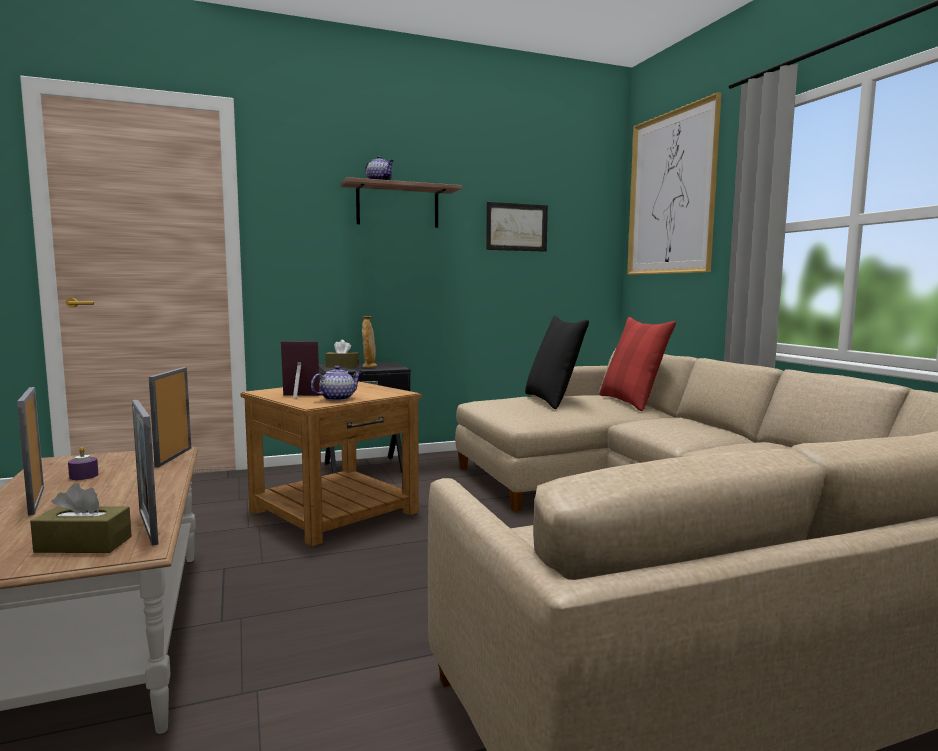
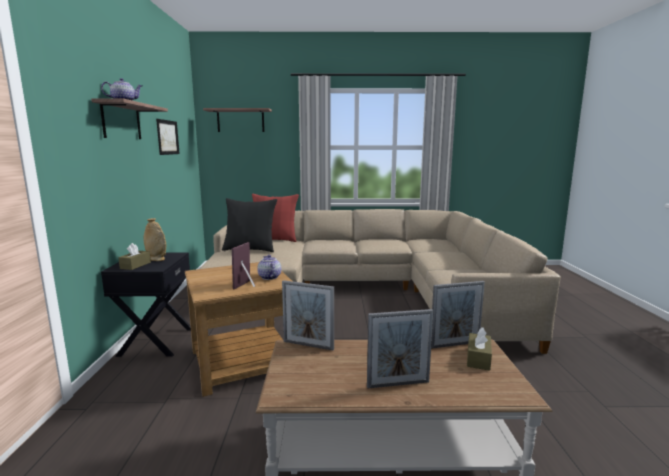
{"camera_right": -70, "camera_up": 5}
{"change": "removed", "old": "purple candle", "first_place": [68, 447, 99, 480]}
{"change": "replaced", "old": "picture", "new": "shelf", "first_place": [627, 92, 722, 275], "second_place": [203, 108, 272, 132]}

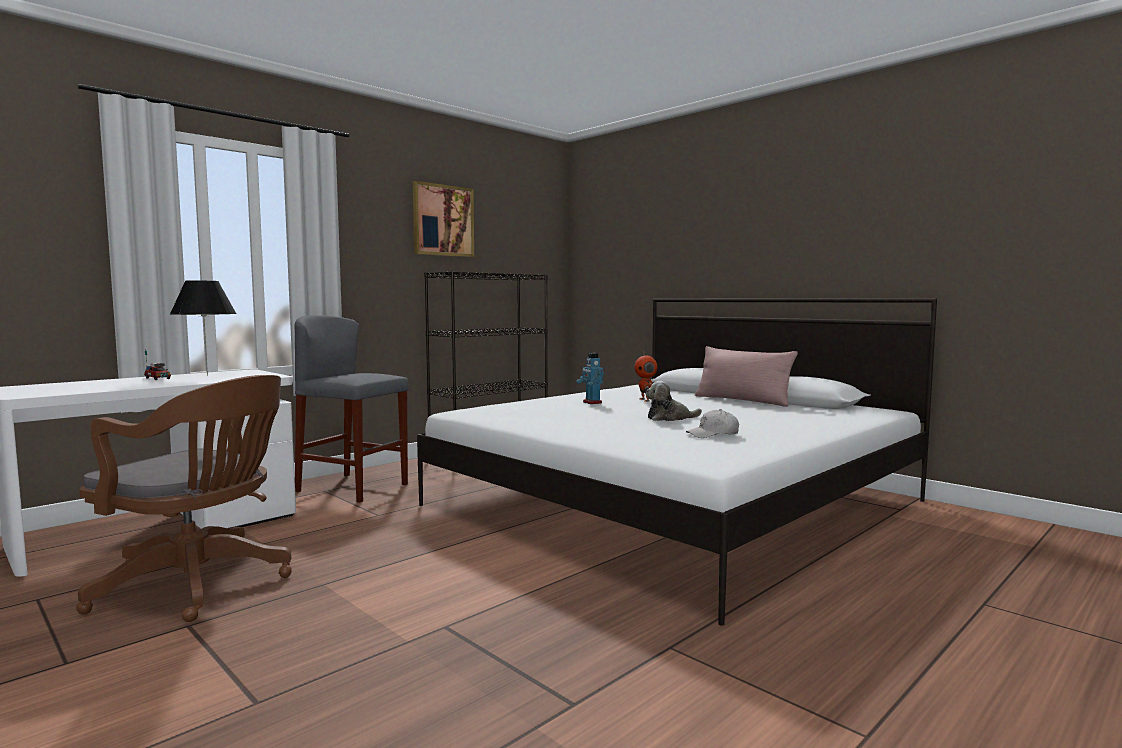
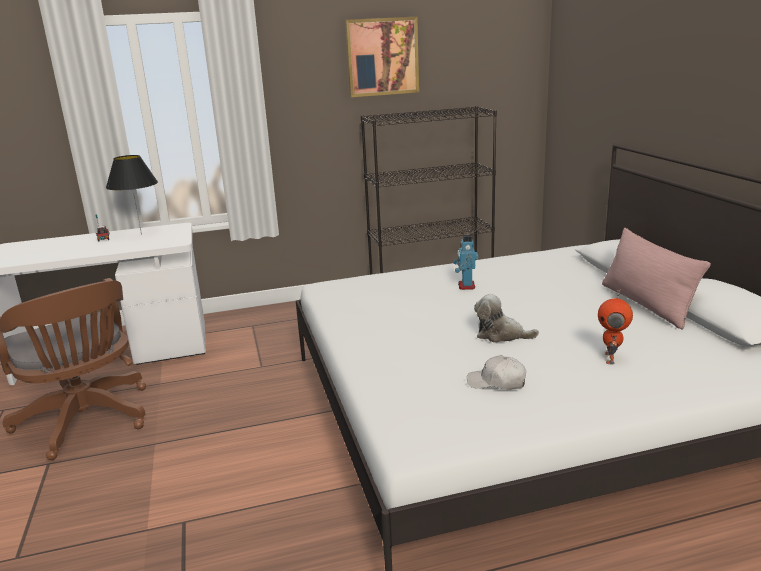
{"camera_right": 30, "camera_up": 15}
{"change": "removed", "old": "grey stool", "first_place": [295, 315, 408, 503]}
{"change": "moved", "old": "toy robot", "first_place": [634, 351, 657, 402], "second_place": [598, 289, 633, 365]}

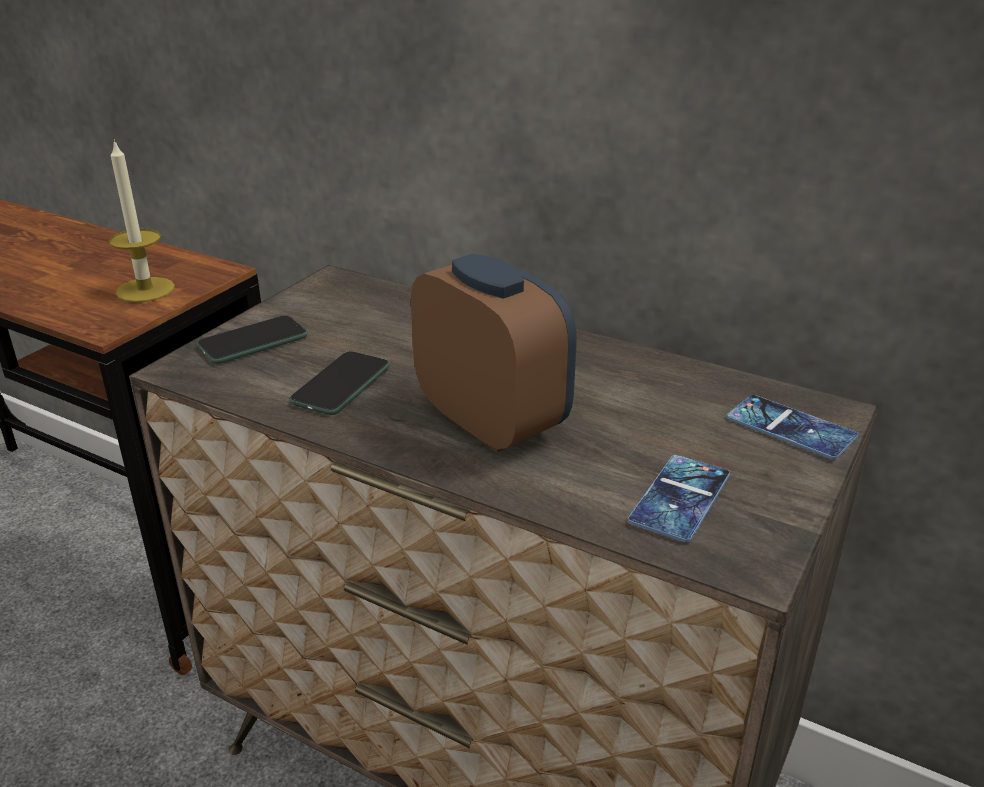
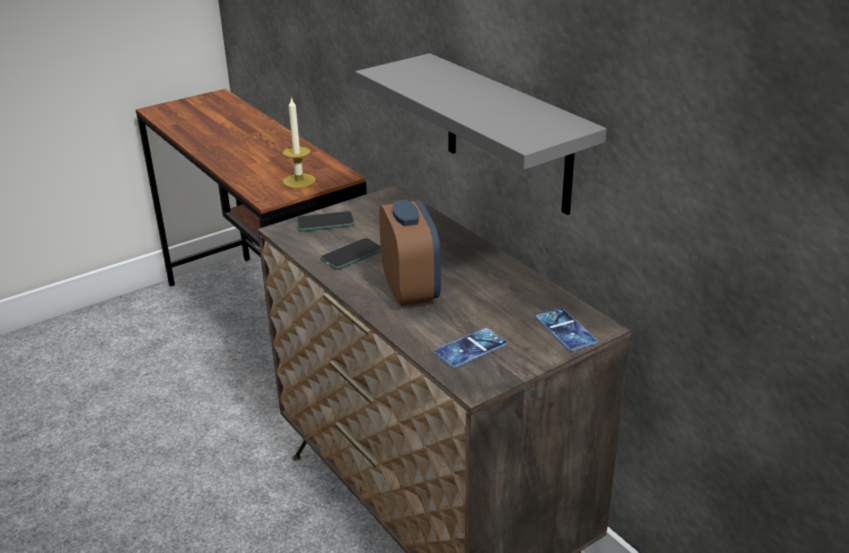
{"camera_right": 25, "camera_up": 0}
{"change": "added", "new": "grey shelf", "second_place": [356, 53, 607, 215]}

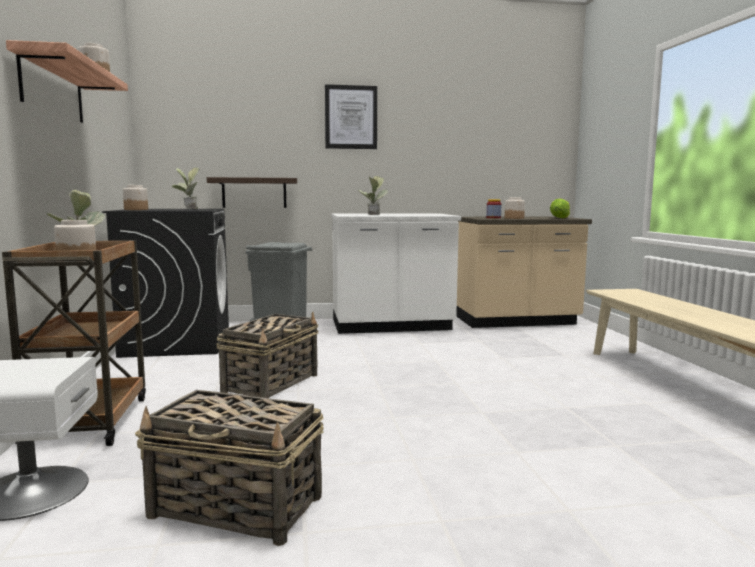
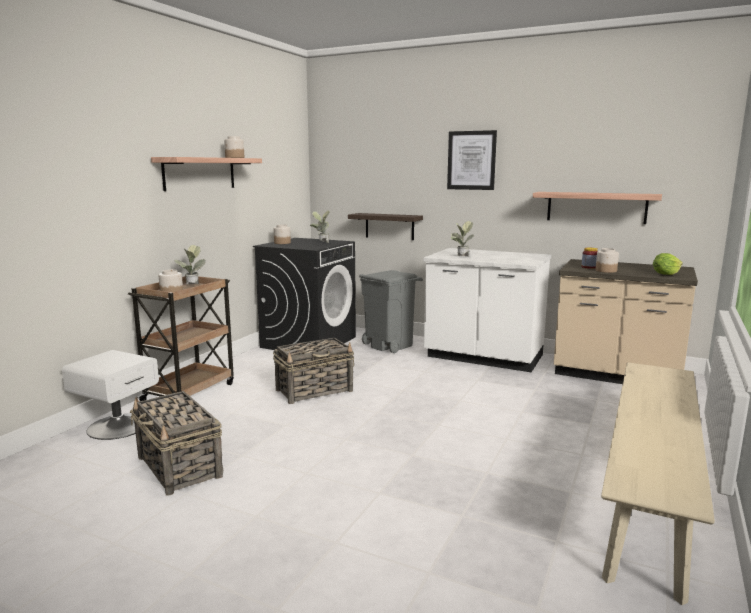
{"camera_right": 35, "camera_up": 5}
{"change": "added", "new": "shelf", "second_place": [533, 192, 662, 224]}

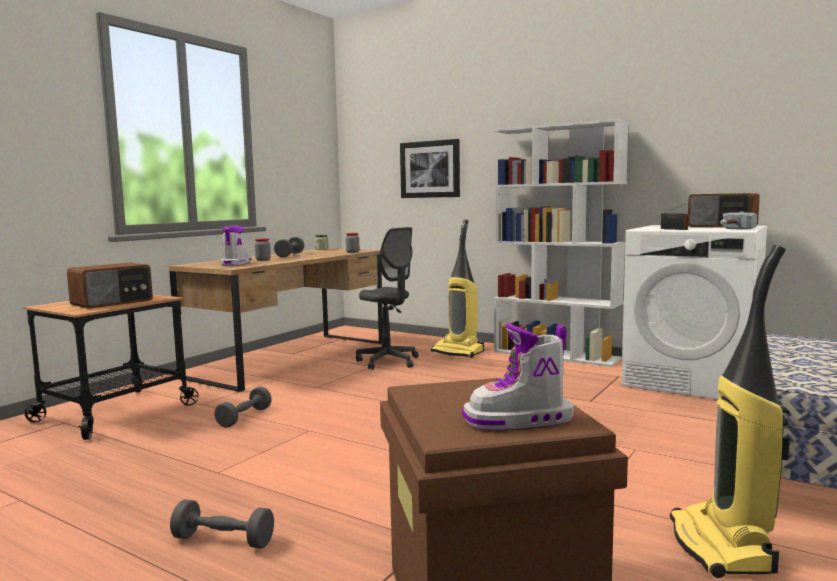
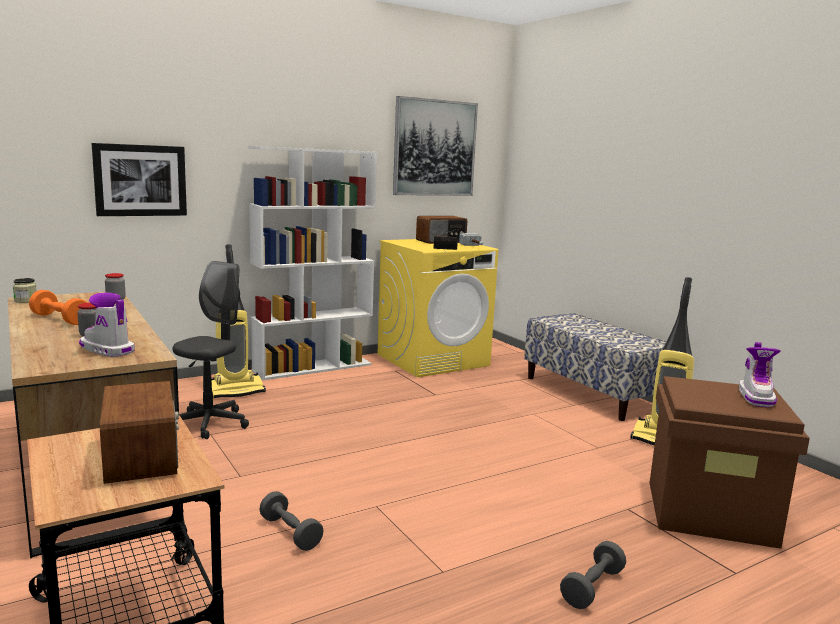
{"camera_right": -65, "camera_up": 5}
{"change": "recoloured", "old": "grey dumbbell", "new": "orange dumbbell", "first_place": [274, 237, 304, 257], "second_place": [29, 290, 87, 325]}
{"change": "turned", "old": "grey office chair", "first_place": [356, 227, 419, 370], "second_place": [173, 261, 249, 439], "degrees": -45}
{"change": "recoloured", "old": "white washing machine", "new": "yellow washing machine", "first_place": [621, 225, 767, 400], "second_place": [377, 239, 498, 377]}
{"change": "added", "new": "picture", "second_place": [393, 96, 478, 196]}

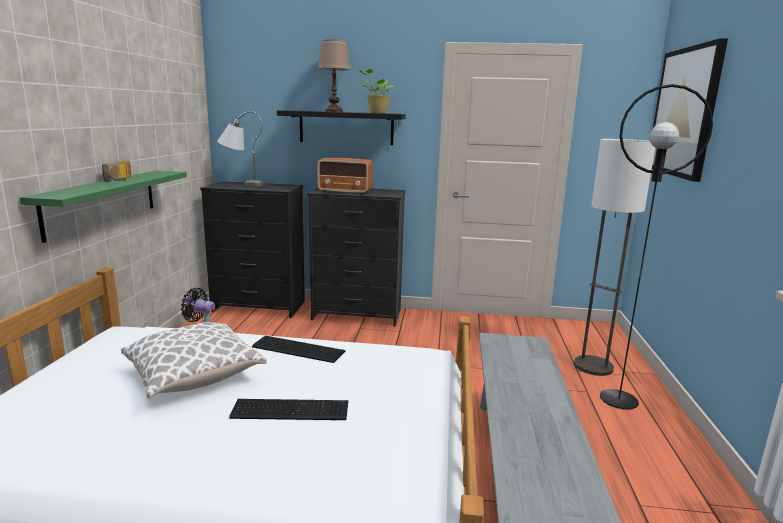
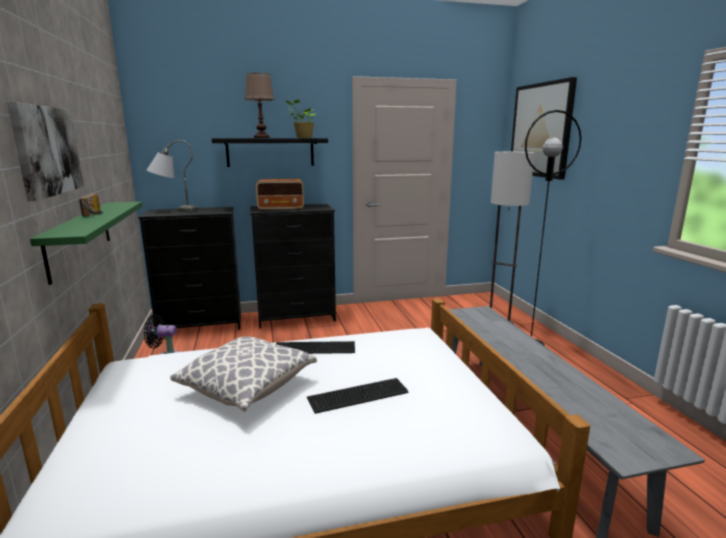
{"camera_right": -20, "camera_up": 0}
{"change": "added", "new": "picture", "second_place": [7, 102, 84, 201]}

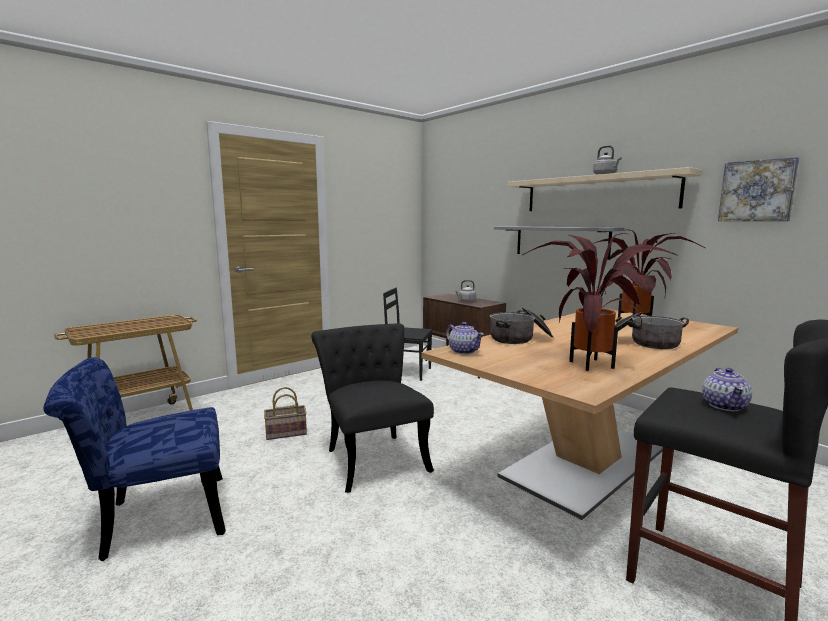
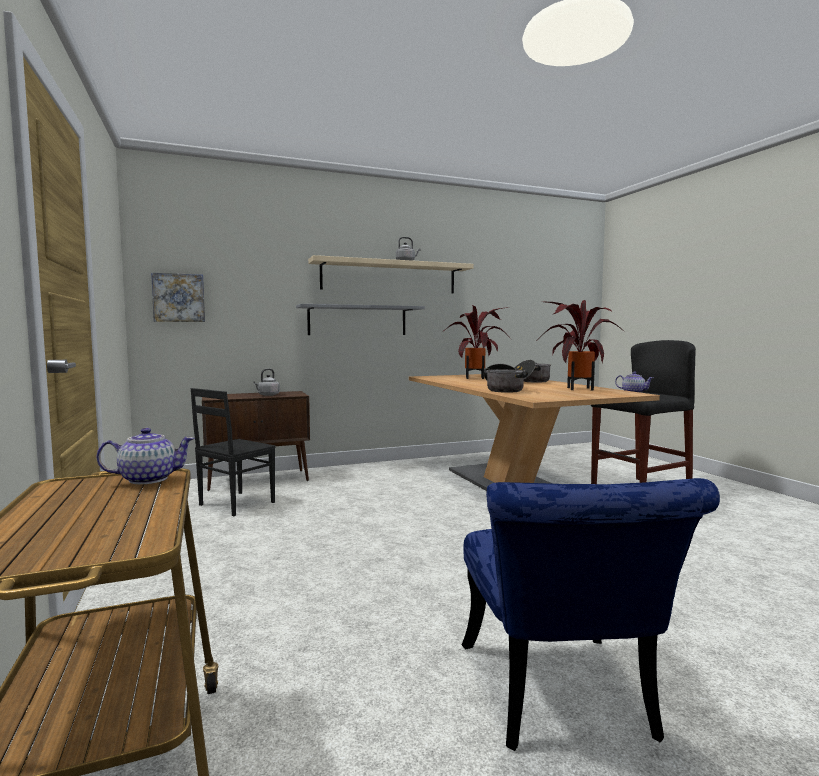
{"camera_right": -70, "camera_up": -5}
{"change": "removed", "old": "basket", "first_place": [264, 387, 307, 440]}
{"change": "removed", "old": "black chair", "first_place": [311, 323, 434, 493]}
{"change": "moved", "old": "teapot", "first_place": [446, 322, 484, 354], "second_place": [96, 428, 195, 484]}
{"change": "moved", "old": "picture", "first_place": [718, 157, 799, 221], "second_place": [151, 273, 205, 322]}

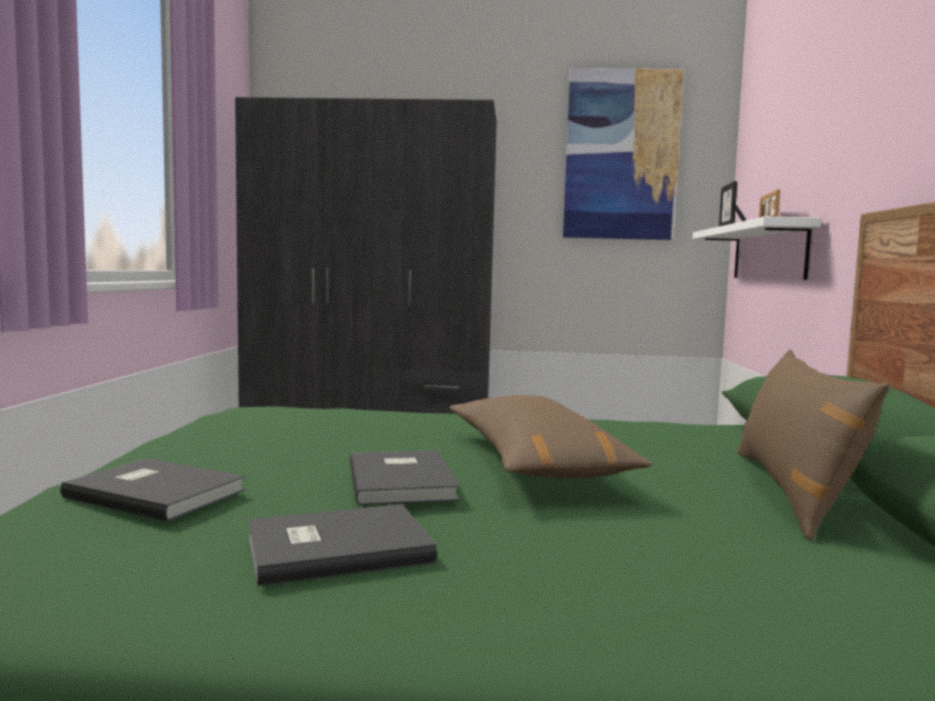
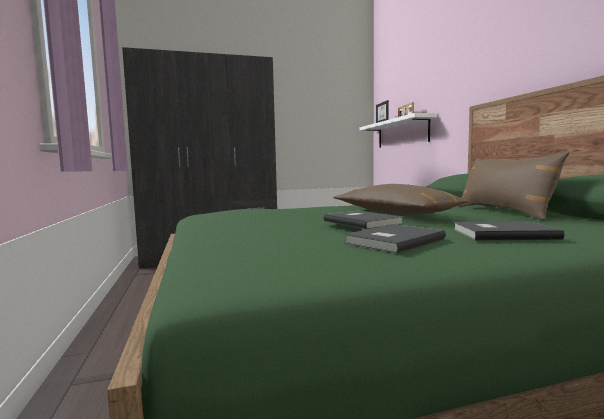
{"camera_right": -20, "camera_up": 0}
{"change": "moved", "old": "grey book", "first_place": [60, 458, 246, 521], "second_place": [453, 221, 564, 240]}
{"change": "removed", "old": "picture", "first_place": [563, 68, 684, 240]}

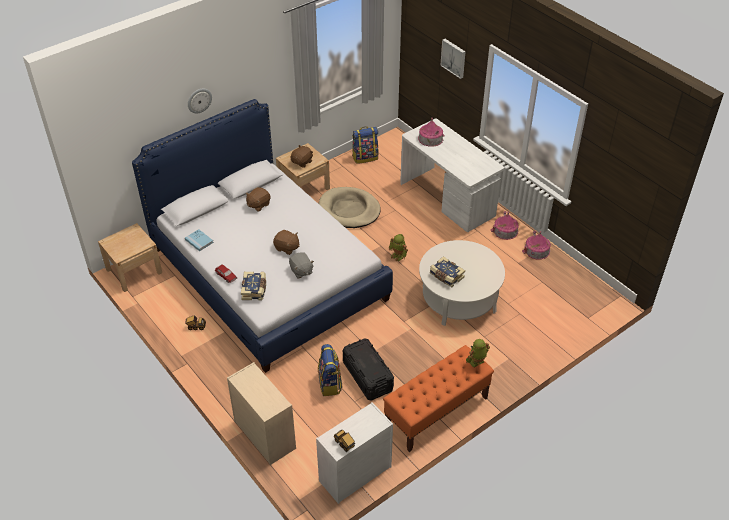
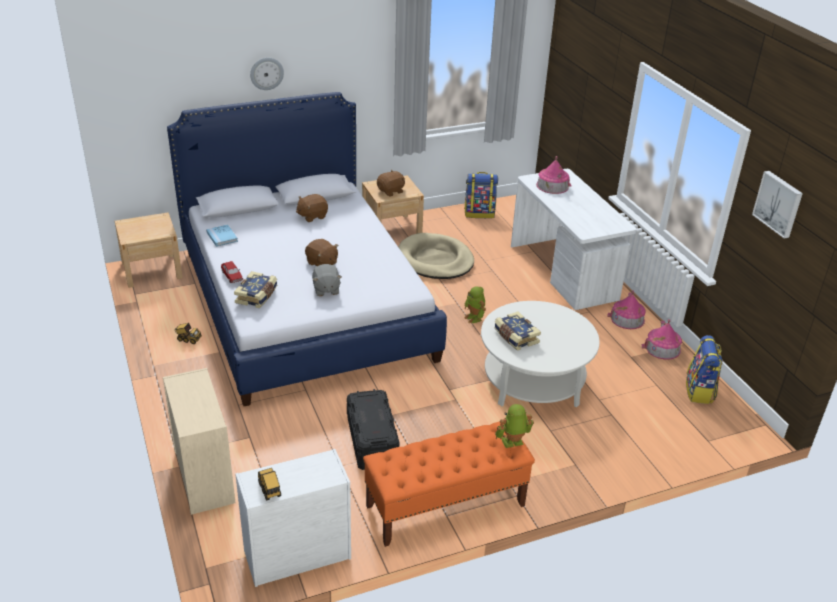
{"camera_right": 15, "camera_up": -10}
{"change": "moved", "old": "backpack", "first_place": [318, 344, 343, 396], "second_place": [686, 335, 723, 404]}
{"change": "moved", "old": "picture", "first_place": [440, 39, 466, 79], "second_place": [752, 171, 803, 239]}

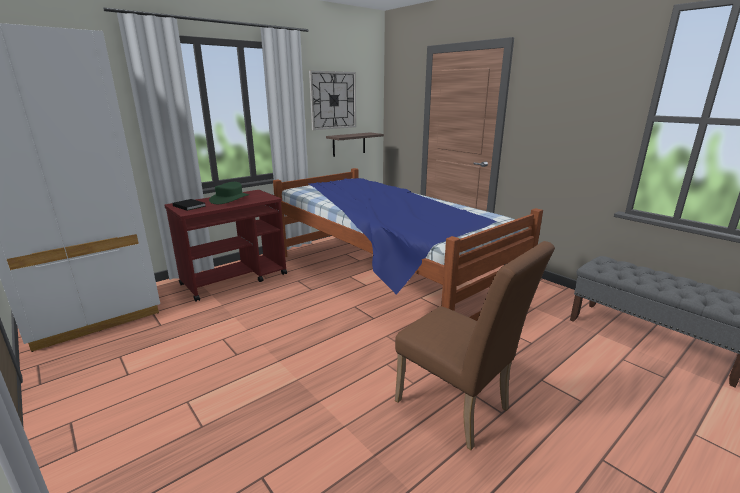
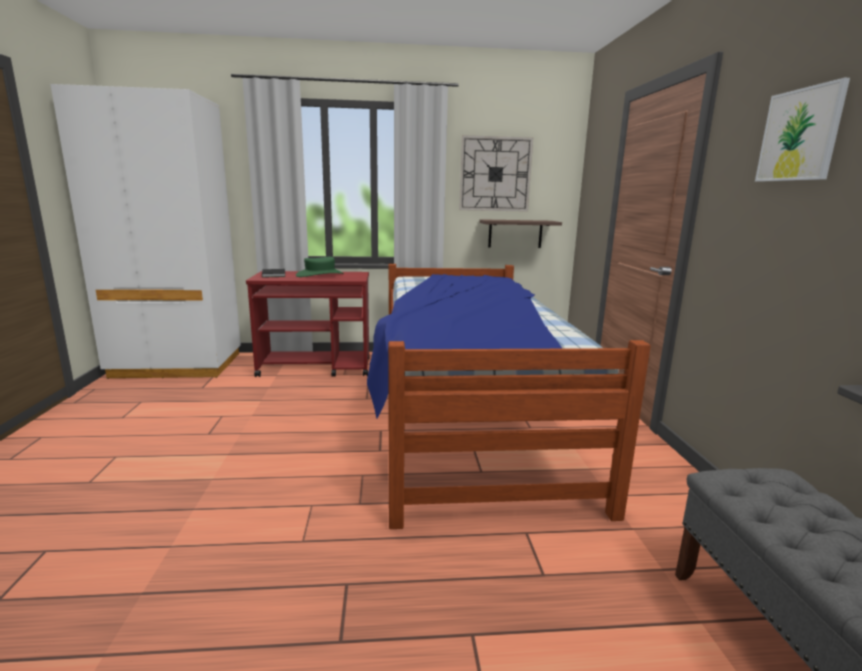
{"camera_right": 35, "camera_up": -5}
{"change": "removed", "old": "brown chair", "first_place": [395, 241, 555, 450]}
{"change": "added", "new": "picture", "second_place": [755, 78, 850, 182]}

